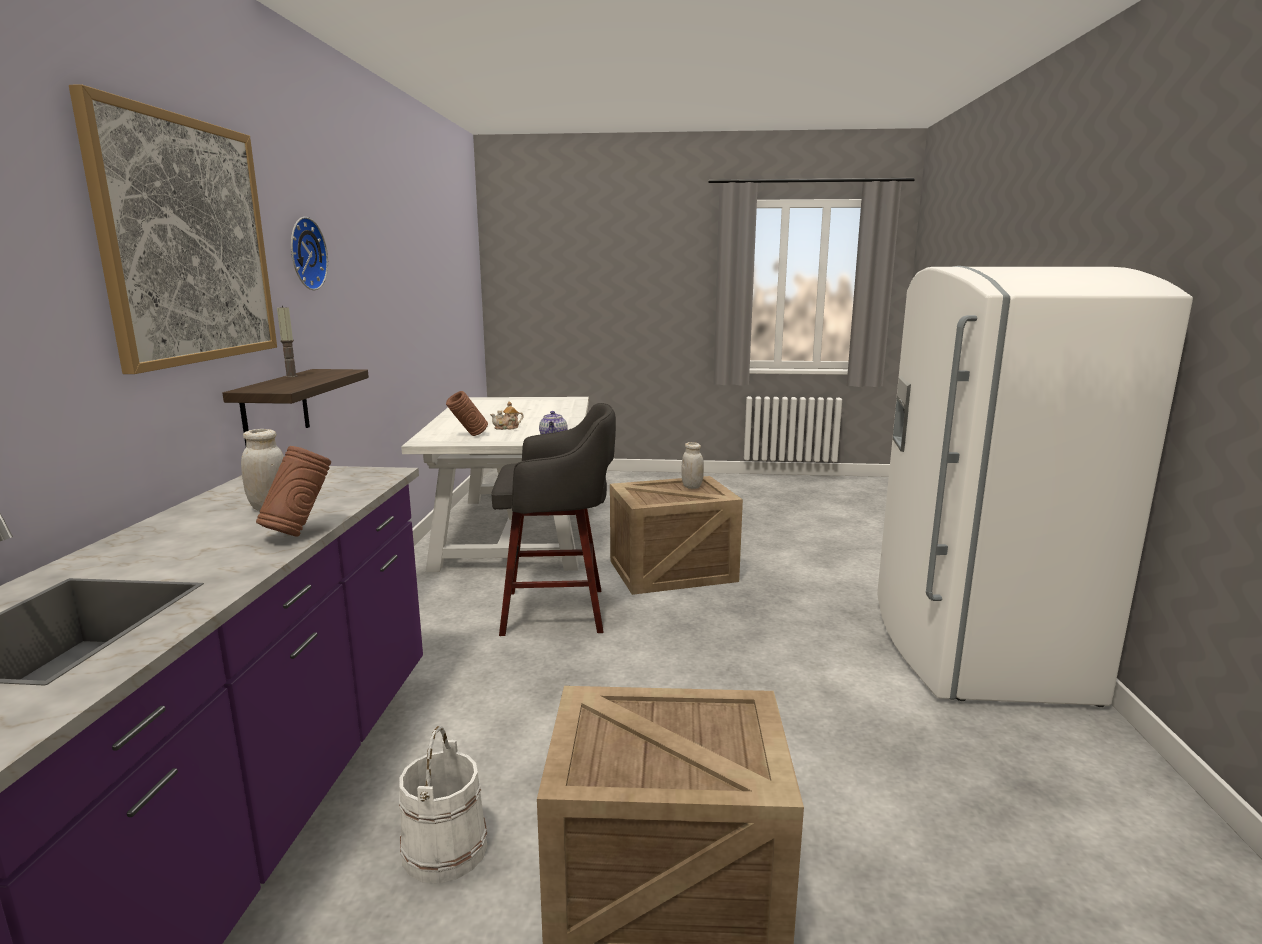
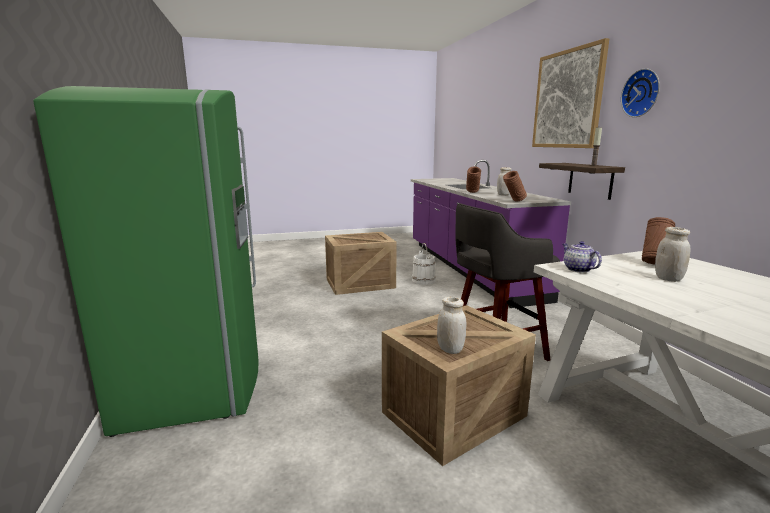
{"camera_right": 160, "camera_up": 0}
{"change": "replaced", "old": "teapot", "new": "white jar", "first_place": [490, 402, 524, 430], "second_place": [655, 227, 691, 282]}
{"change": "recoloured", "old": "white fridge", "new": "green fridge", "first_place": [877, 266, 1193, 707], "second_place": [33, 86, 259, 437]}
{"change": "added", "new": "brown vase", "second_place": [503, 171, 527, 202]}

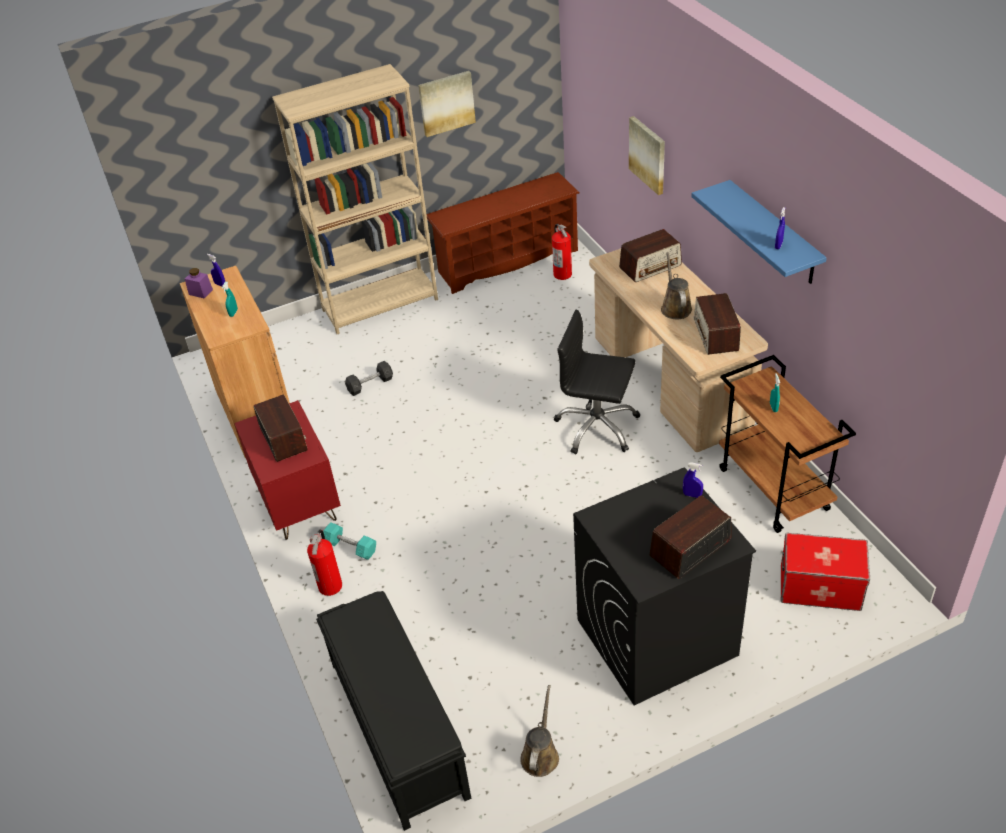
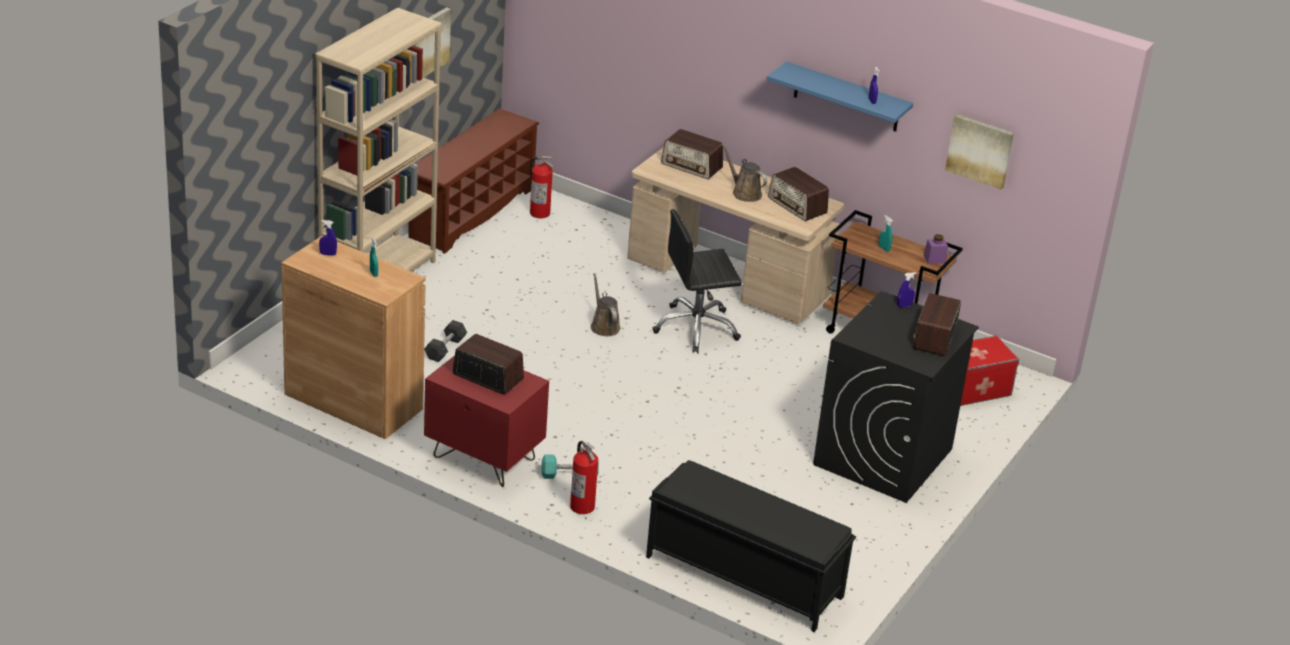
{"camera_right": -40, "camera_up": -10}
{"change": "moved", "old": "purple jar", "first_place": [185, 268, 213, 299], "second_place": [924, 234, 948, 264]}
{"change": "moved", "old": "brown watering can", "first_place": [520, 685, 559, 777], "second_place": [591, 273, 620, 336]}
{"change": "turned", "old": "radio", "first_place": [619, 229, 682, 282], "second_place": [661, 129, 723, 179], "degrees": 90}
{"change": "moved", "old": "picture", "first_place": [629, 116, 665, 195], "second_place": [945, 114, 1014, 190]}

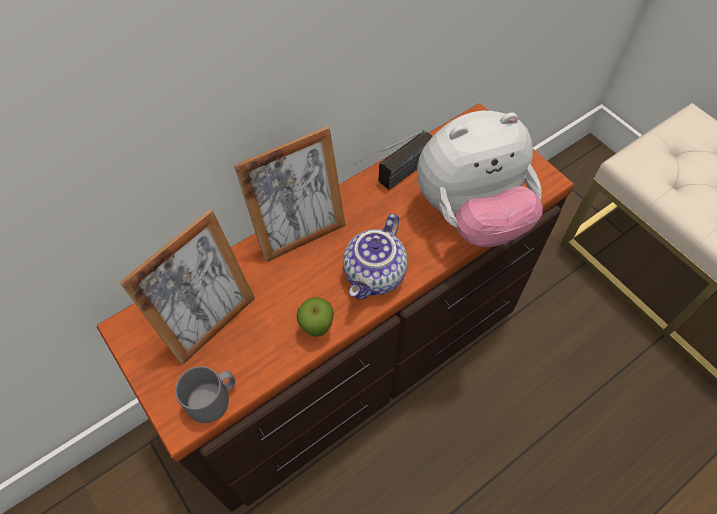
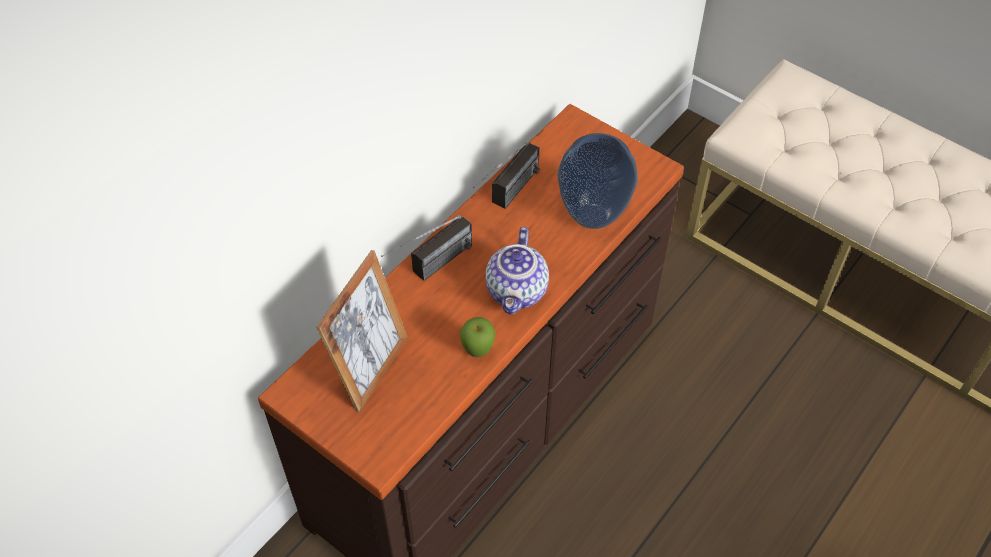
{"camera_right": -15, "camera_up": -5}
{"change": "removed", "old": "grey mug", "first_place": [175, 366, 235, 423]}
{"change": "replaced", "old": "picture frame", "new": "radio", "first_place": [234, 126, 346, 262], "second_place": [381, 215, 472, 281]}
{"change": "replaced", "old": "plush toy", "new": "vase", "first_place": [417, 111, 543, 247], "second_place": [557, 133, 638, 229]}

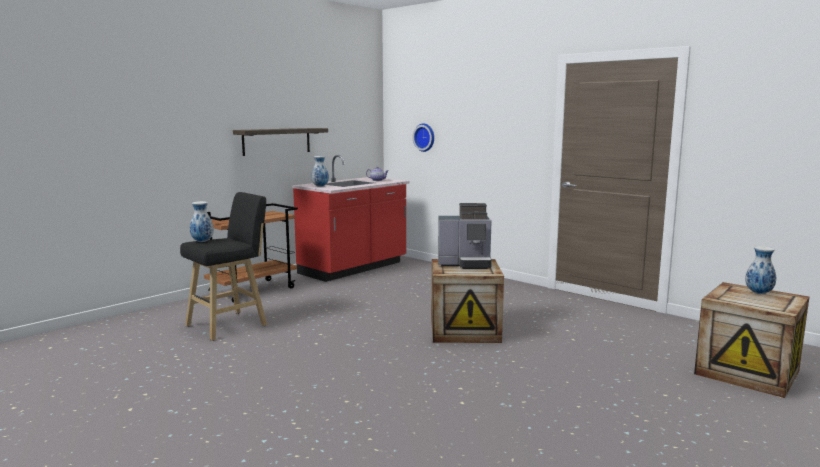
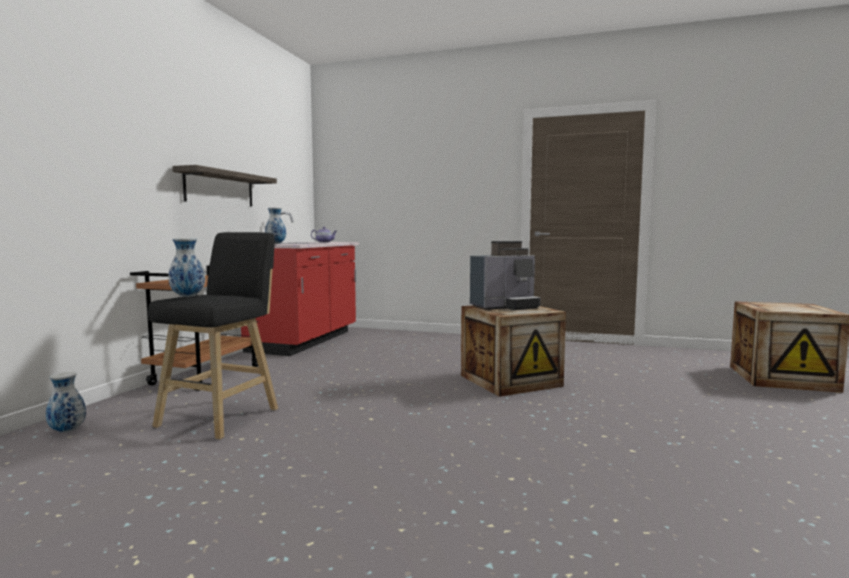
{"camera_right": -25, "camera_up": -5}
{"change": "removed", "old": "wall clock", "first_place": [413, 123, 434, 152]}
{"change": "moved", "old": "vase", "first_place": [745, 246, 776, 294], "second_place": [46, 372, 86, 433]}

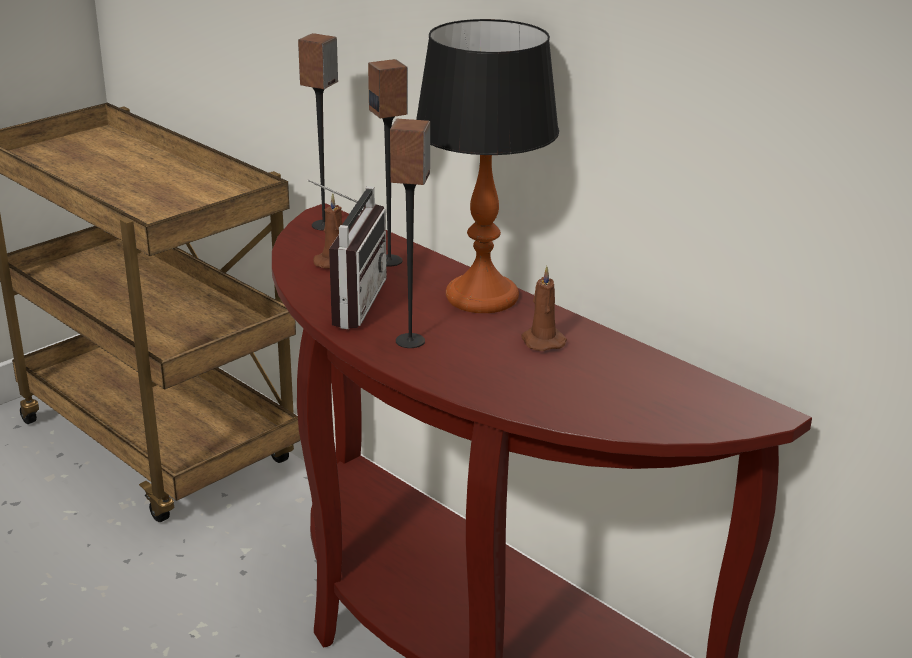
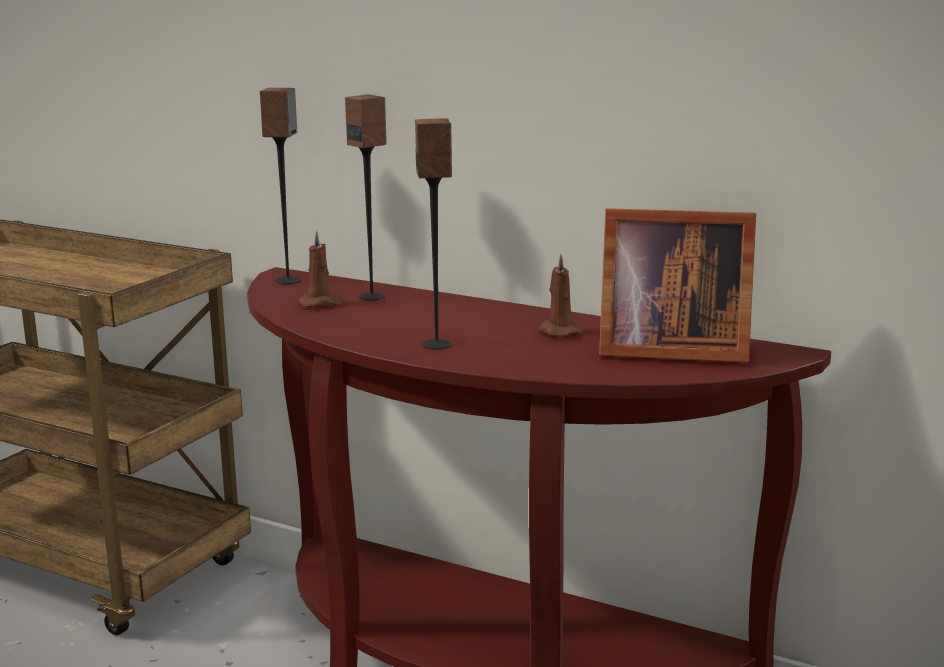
{"camera_right": -15, "camera_up": -10}
{"change": "removed", "old": "radio", "first_place": [307, 180, 387, 329]}
{"change": "removed", "old": "table lamp", "first_place": [416, 19, 559, 313]}
{"change": "added", "new": "picture frame", "second_place": [599, 208, 756, 363]}

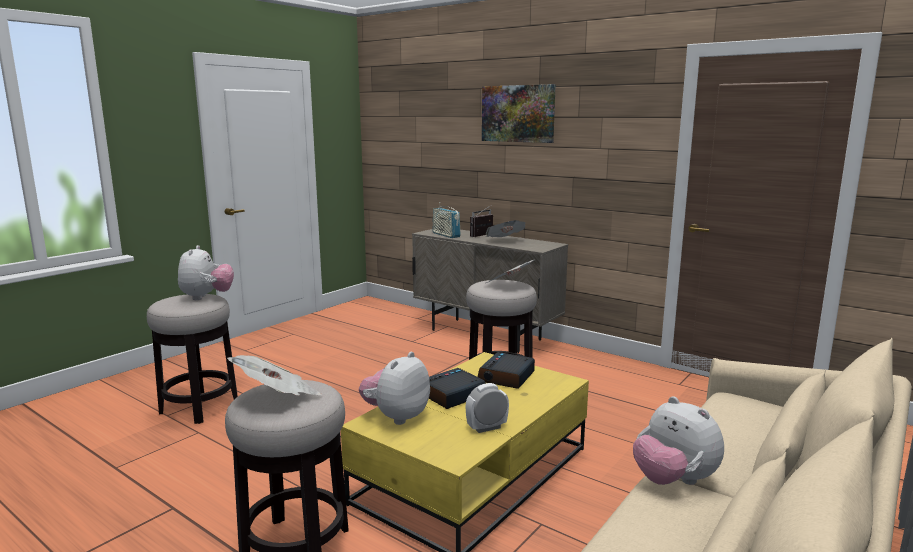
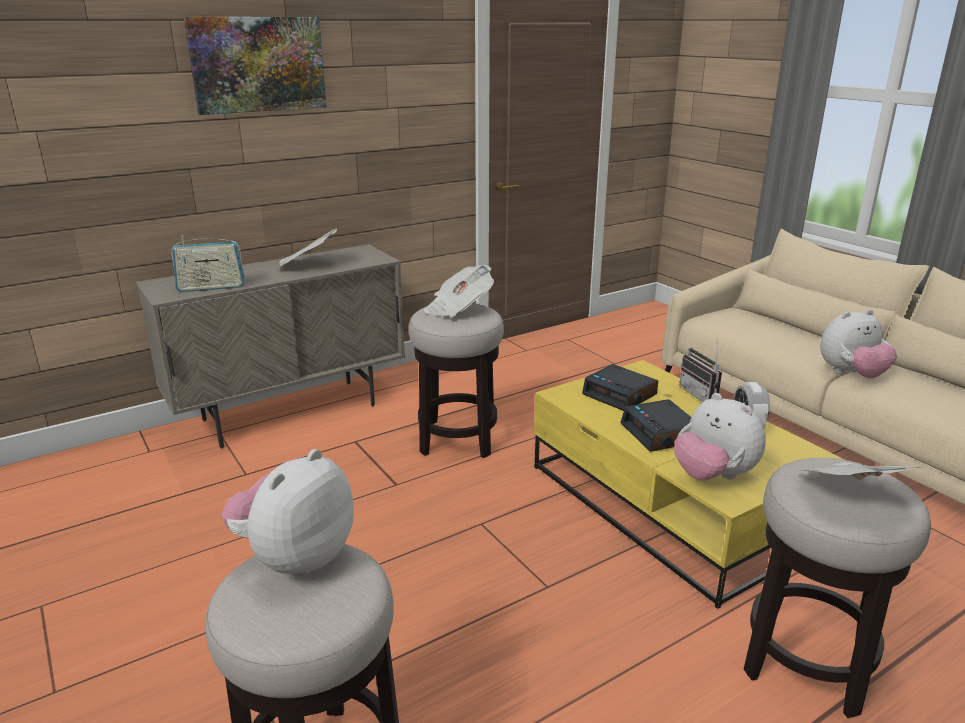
{"camera_right": -70, "camera_up": 10}
{"change": "turned", "old": "plush toy", "first_place": [178, 245, 234, 300], "second_place": [221, 449, 354, 578], "degrees": -75}
{"change": "moved", "old": "radio", "first_place": [470, 206, 493, 237], "second_place": [679, 340, 722, 402]}

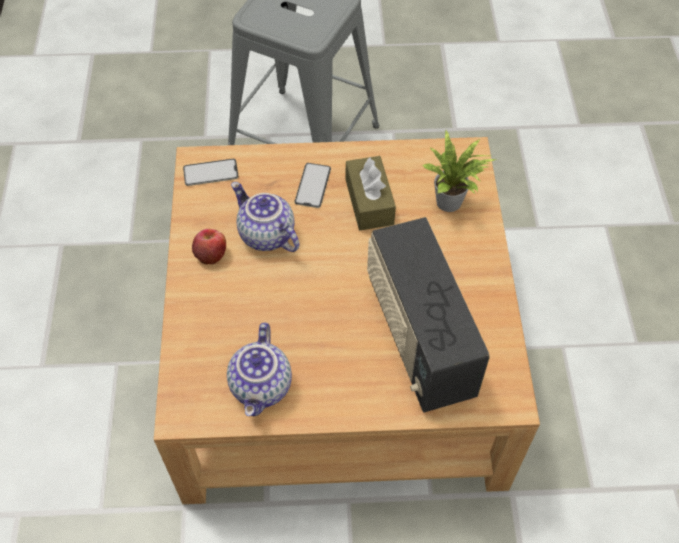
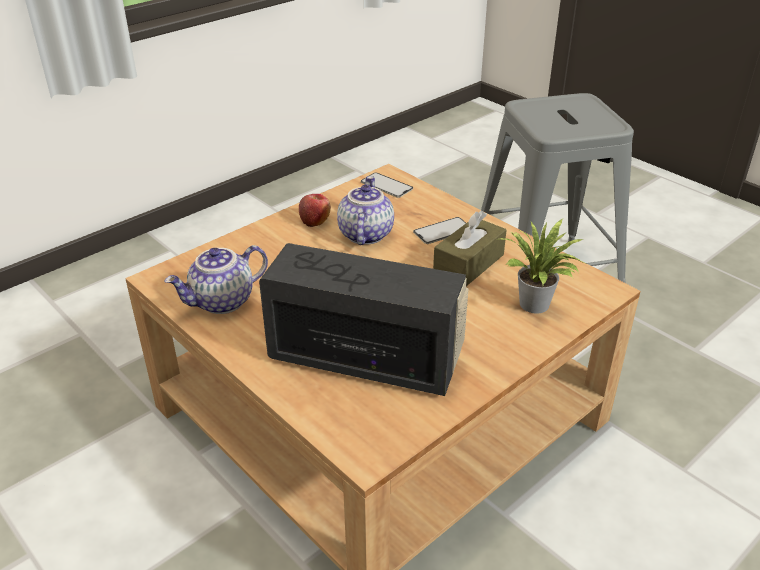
{"camera_right": 50, "camera_up": -20}
{"change": "turned", "old": "radio", "first_place": [367, 217, 490, 413], "second_place": [259, 243, 469, 396], "degrees": 75}

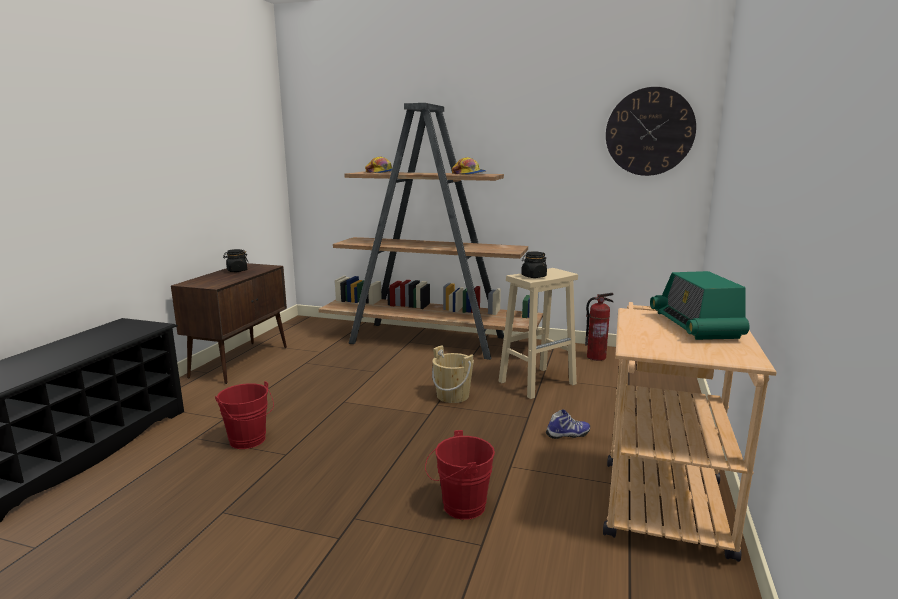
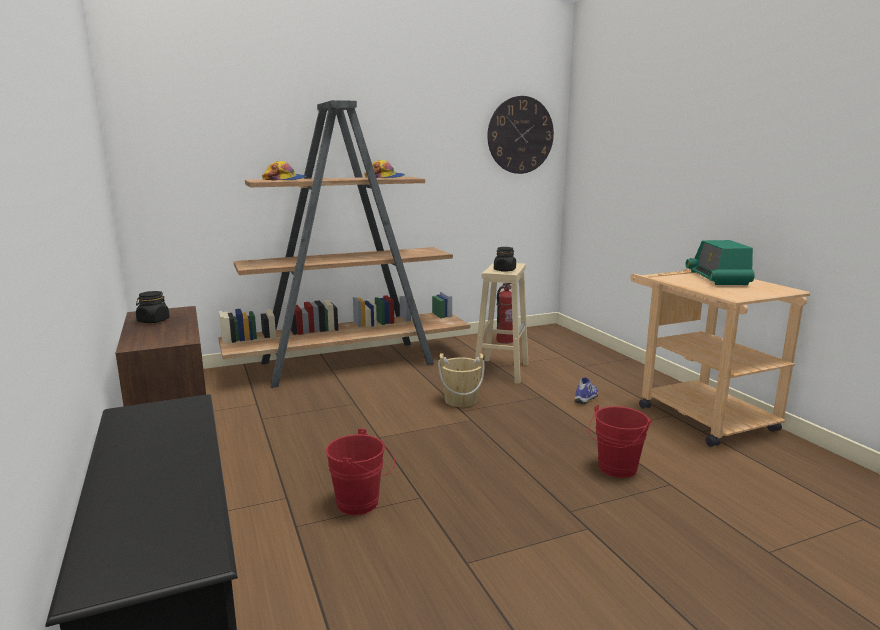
{"camera_right": -40, "camera_up": 0}
{"change": "turned", "old": "radio", "first_place": [650, 271, 749, 340], "second_place": [686, 240, 755, 285], "degrees": 45}

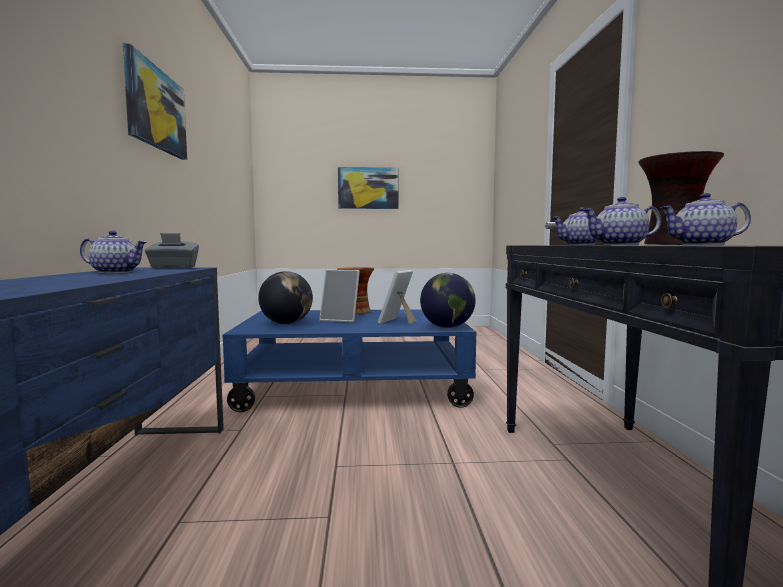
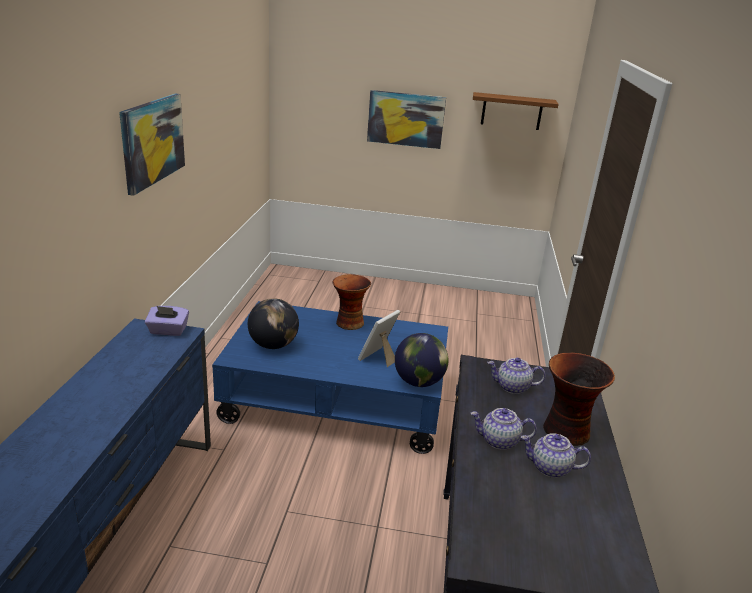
{"camera_right": 10, "camera_up": 20}
{"change": "removed", "old": "teapot", "first_place": [80, 230, 147, 273]}
{"change": "recoloured", "old": "grey tissue box", "new": "purple tissue box", "first_place": [145, 233, 199, 268], "second_place": [145, 306, 189, 336]}
{"change": "removed", "old": "picture frame", "first_place": [319, 270, 360, 323]}
{"change": "added", "new": "brown shelf", "second_place": [473, 92, 559, 130]}

